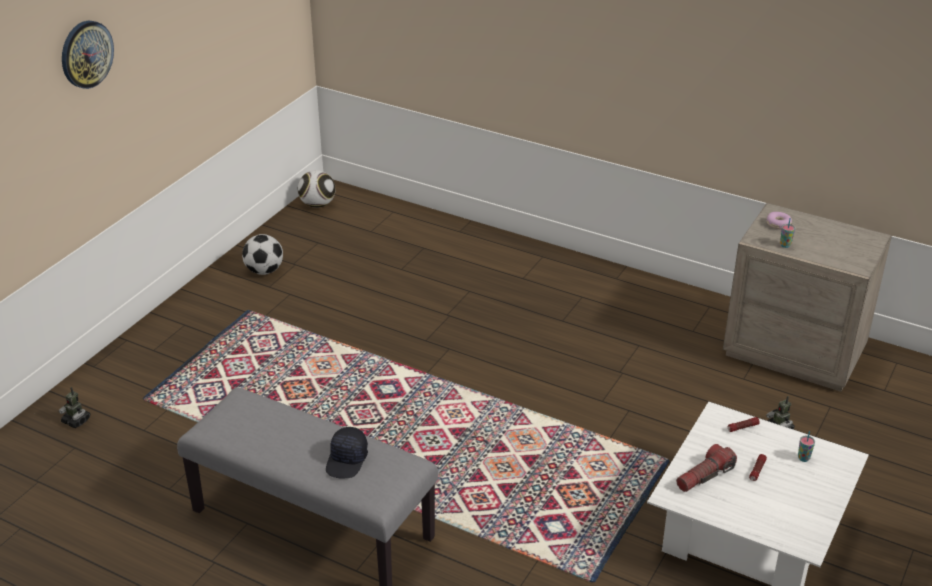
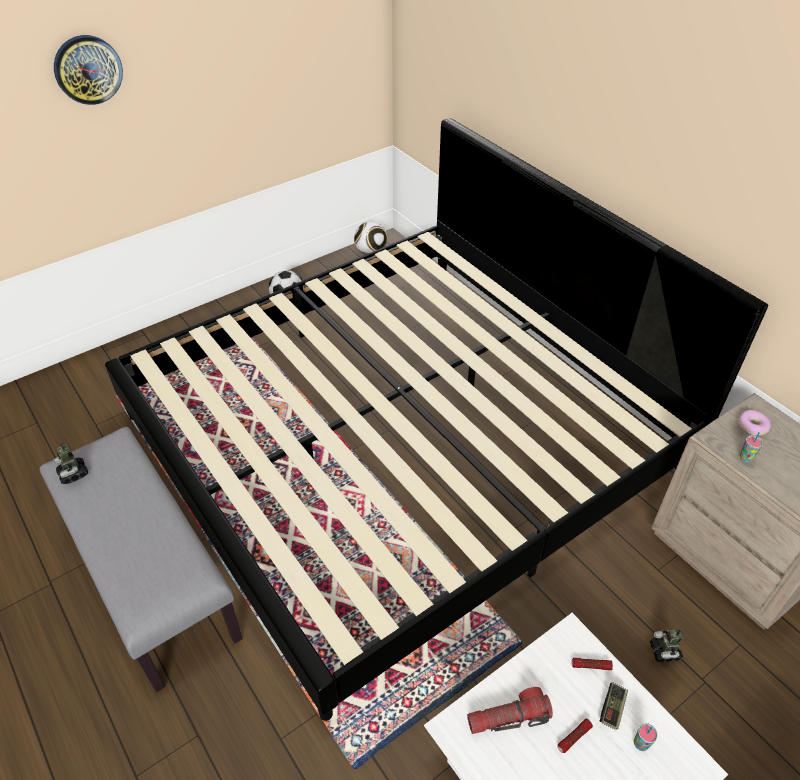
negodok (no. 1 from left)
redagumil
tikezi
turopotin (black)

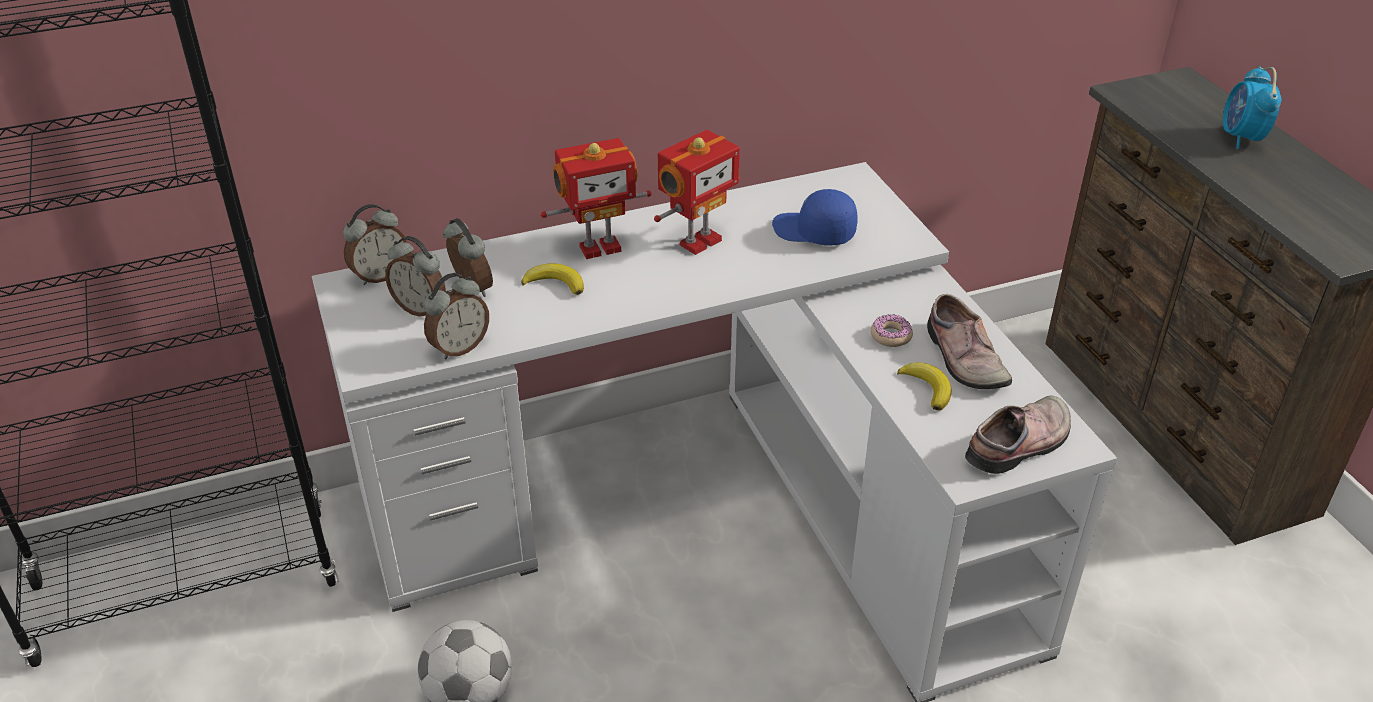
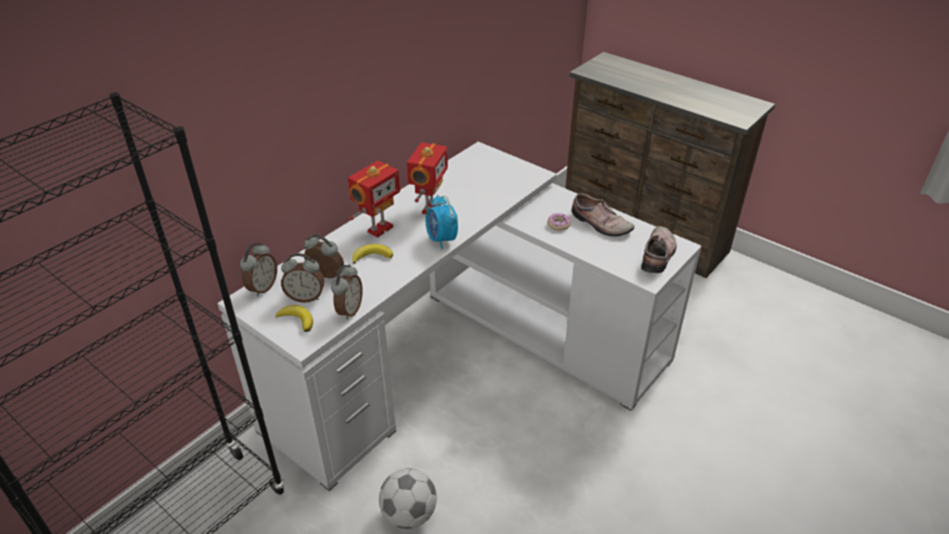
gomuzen (no. 1 from left)
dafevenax (no. 5 from left)
turopotin (blue)

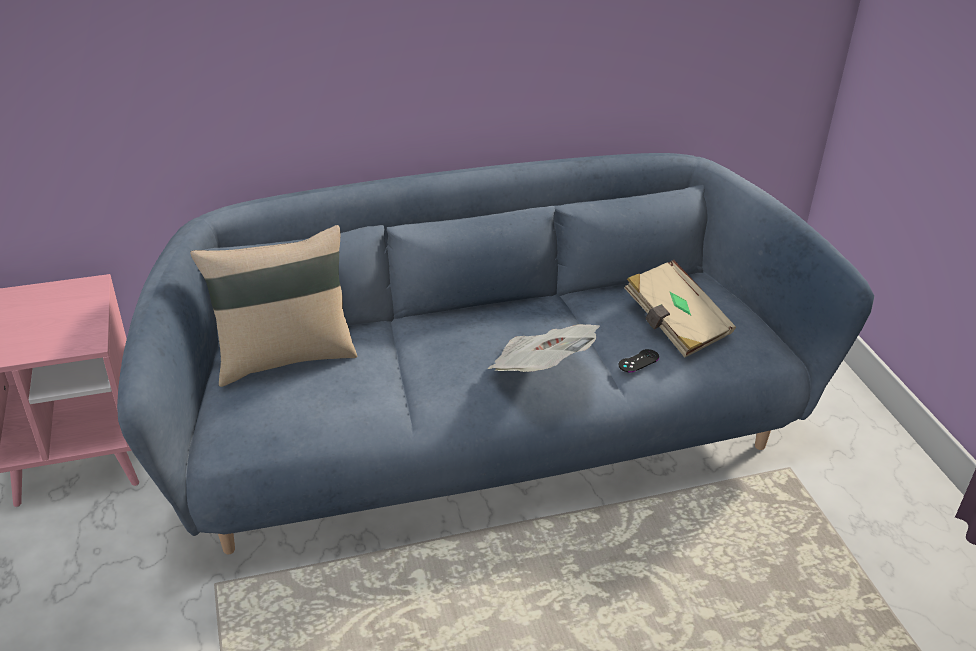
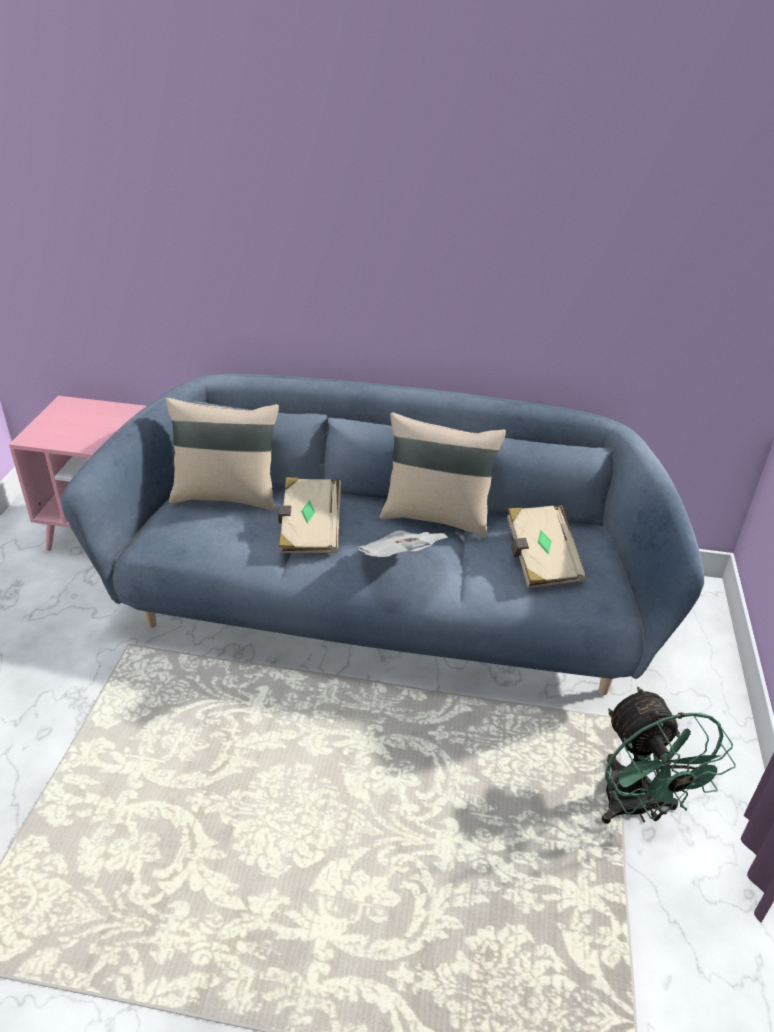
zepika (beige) (no. 1 from left)
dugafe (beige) (no. 2 from left)
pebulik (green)
tikezi (black)

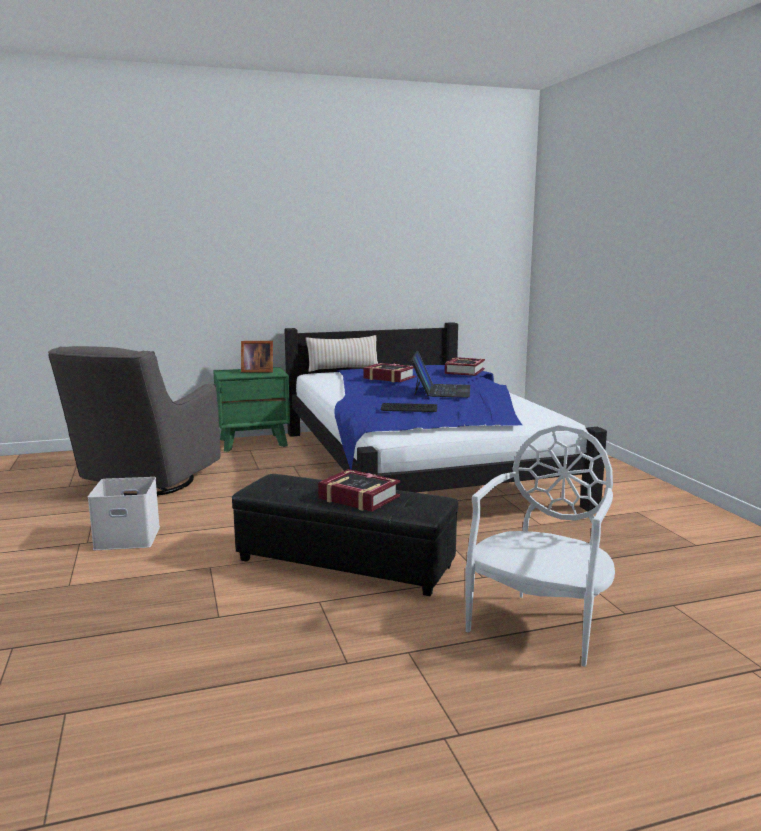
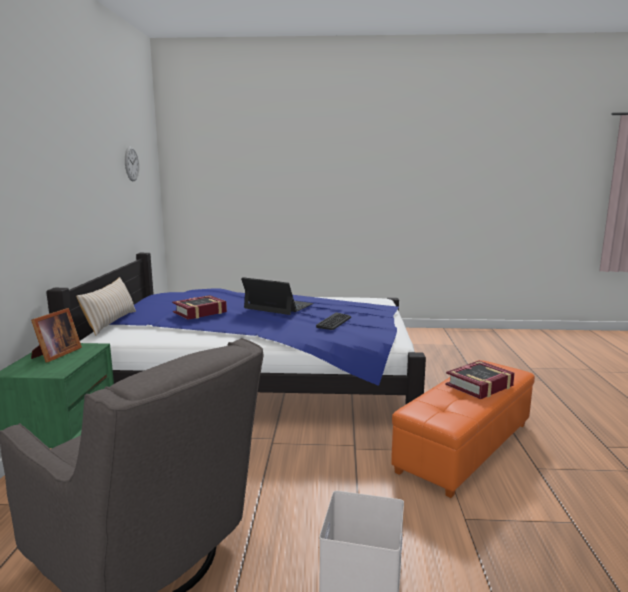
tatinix
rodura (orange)
zepika (no. 3 from left in the first image)
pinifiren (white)

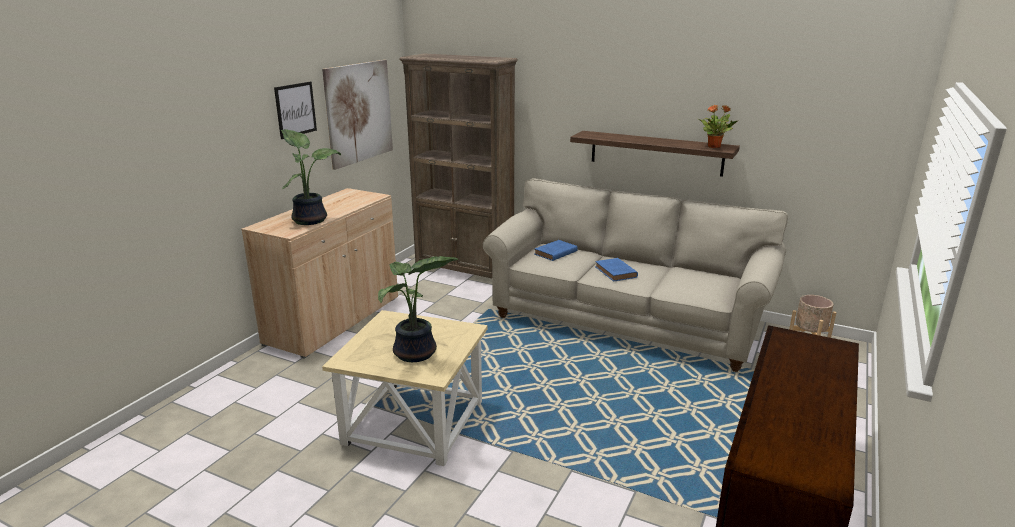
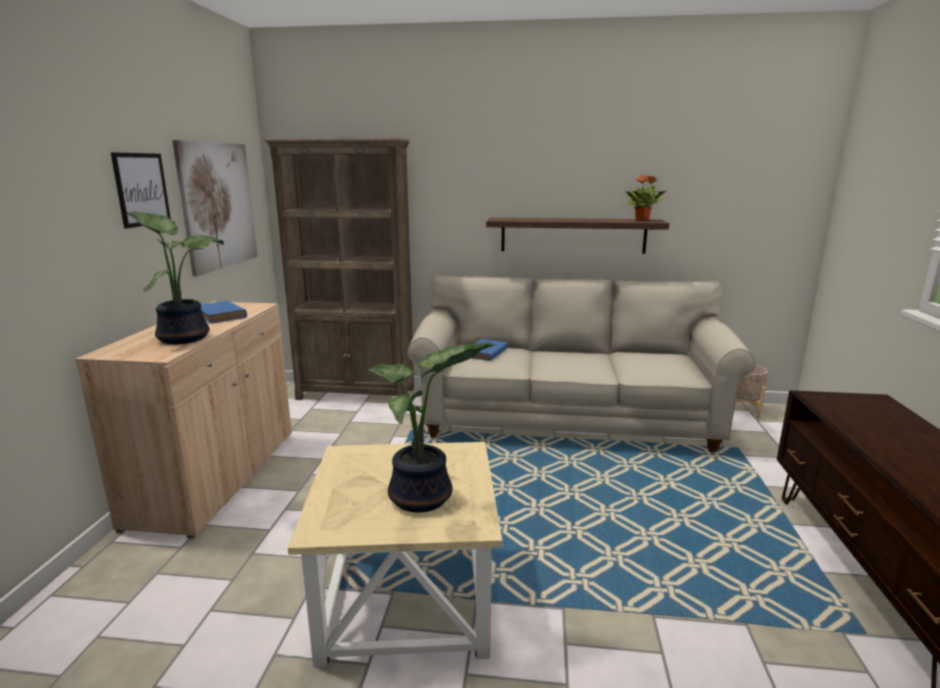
zepika (blue) (no. 1 from left)

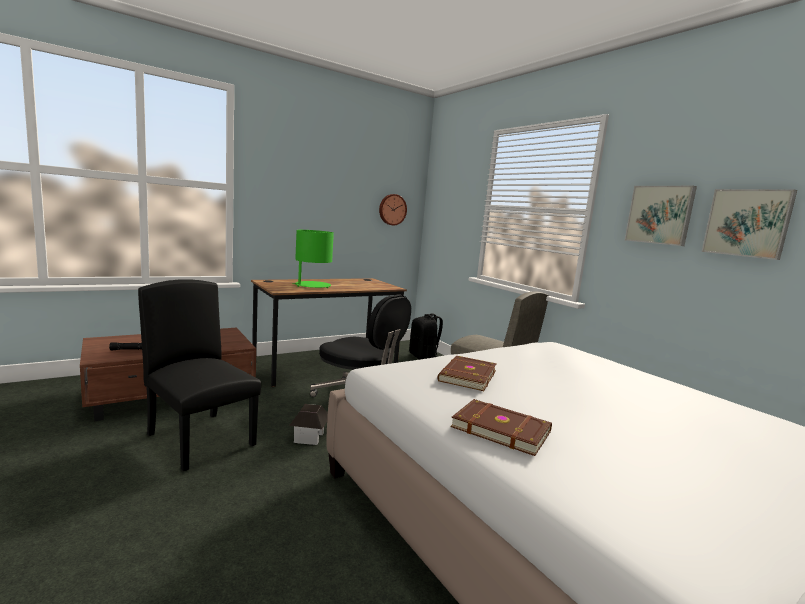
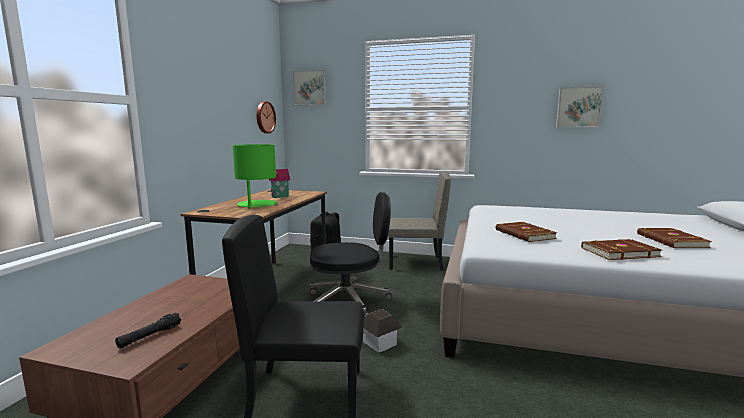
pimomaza (no. 1 from left)
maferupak (no. 1 from left)
zepika (brown) (no. 3 from left)

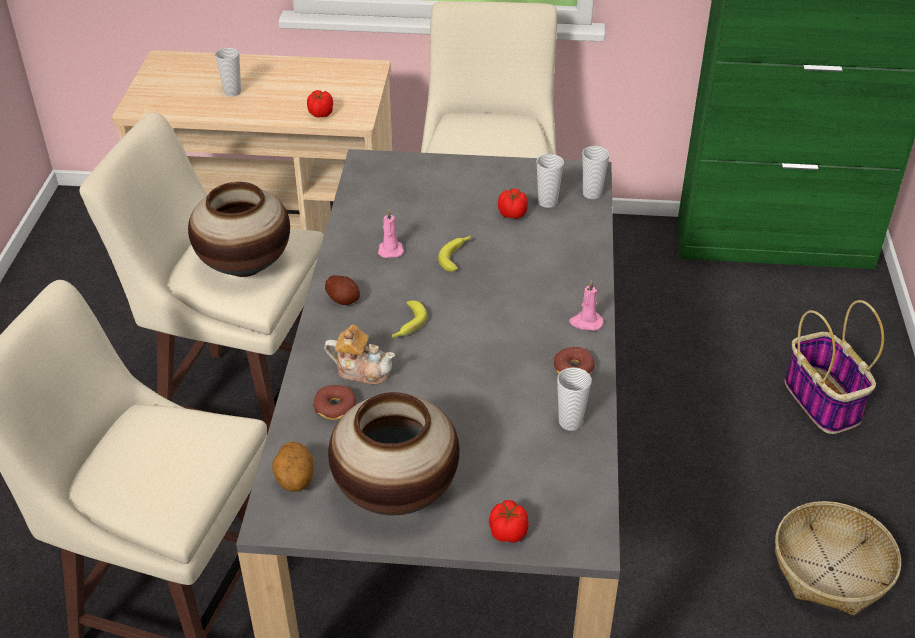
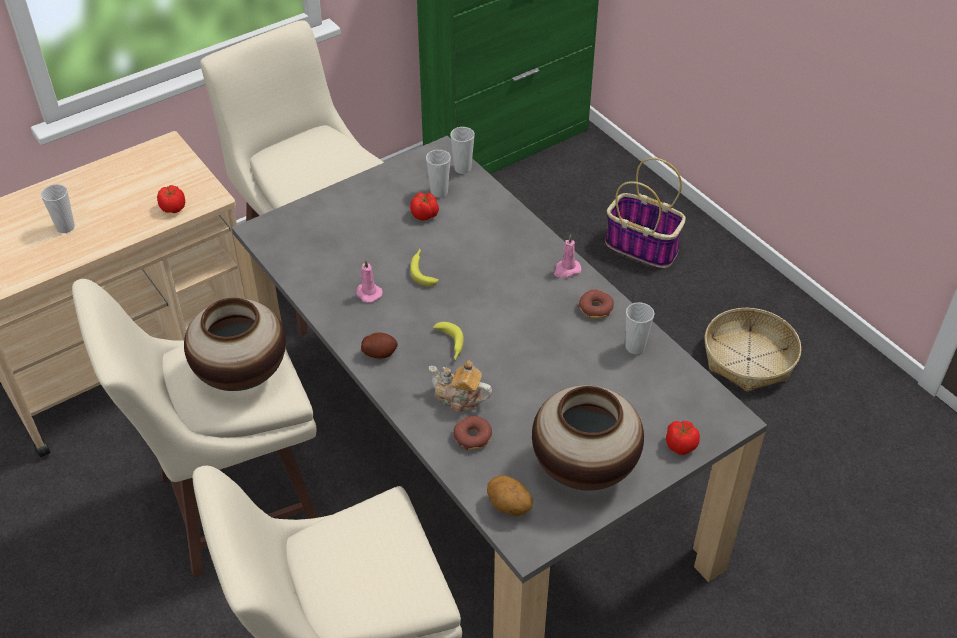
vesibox

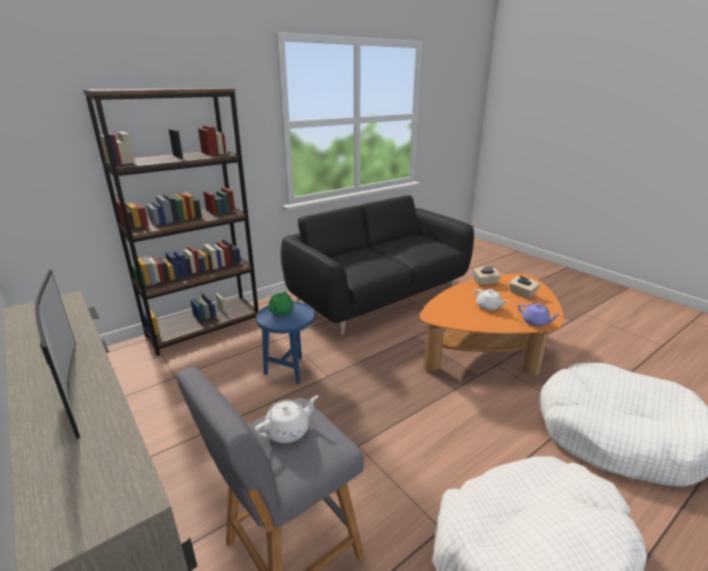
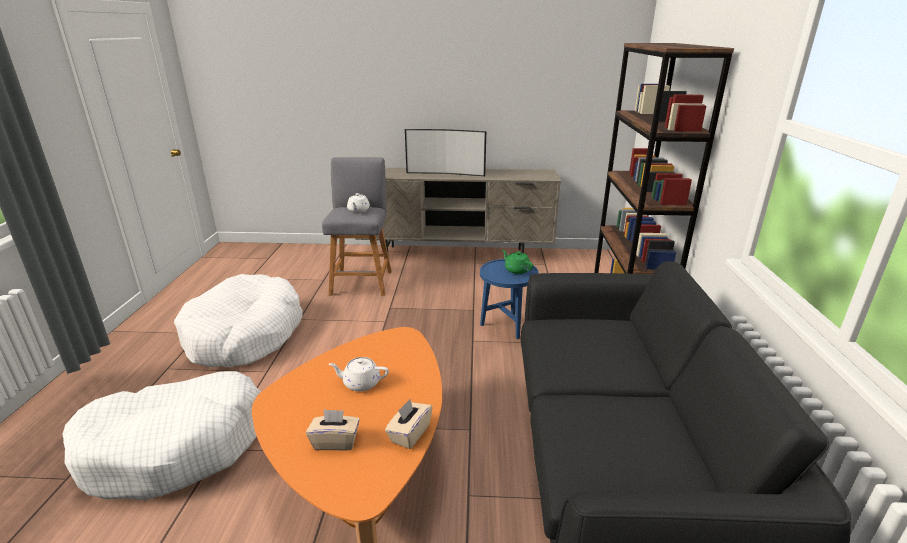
vesibox (purple)

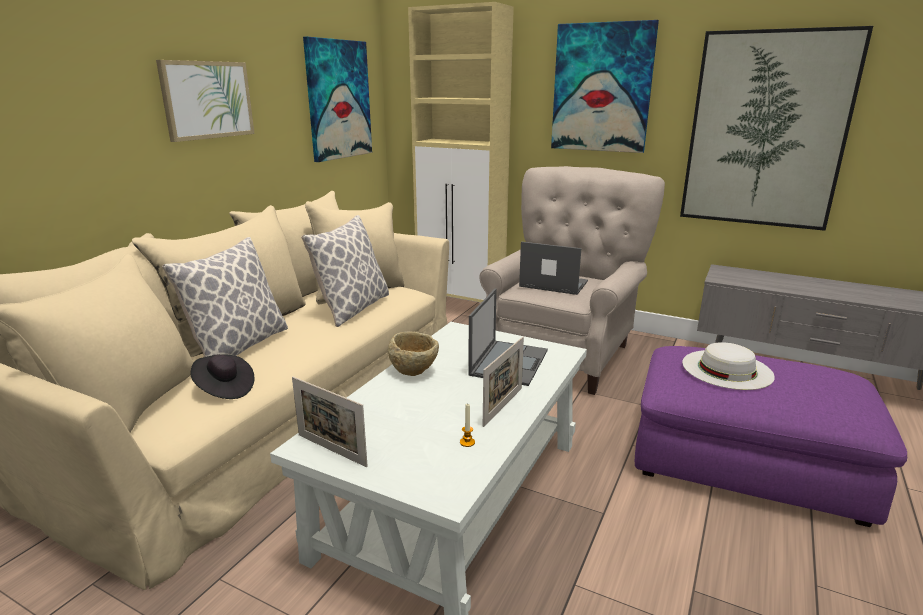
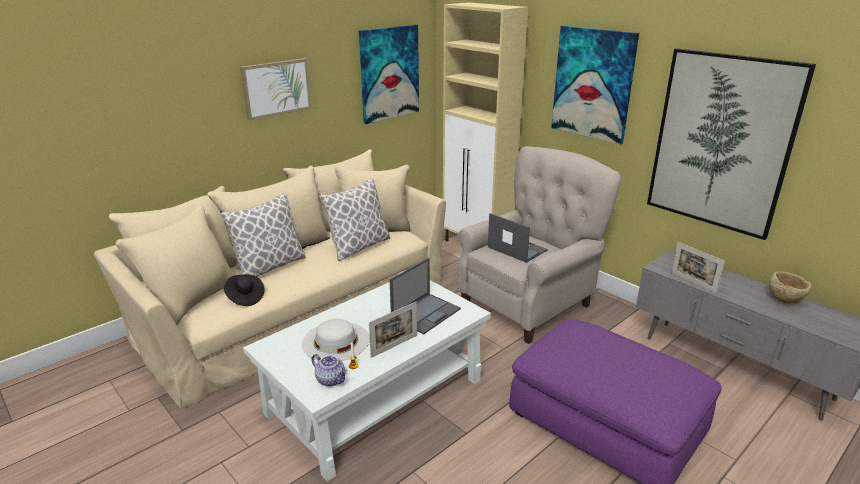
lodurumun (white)
vesibox
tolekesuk (no. 2 from left)
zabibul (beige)

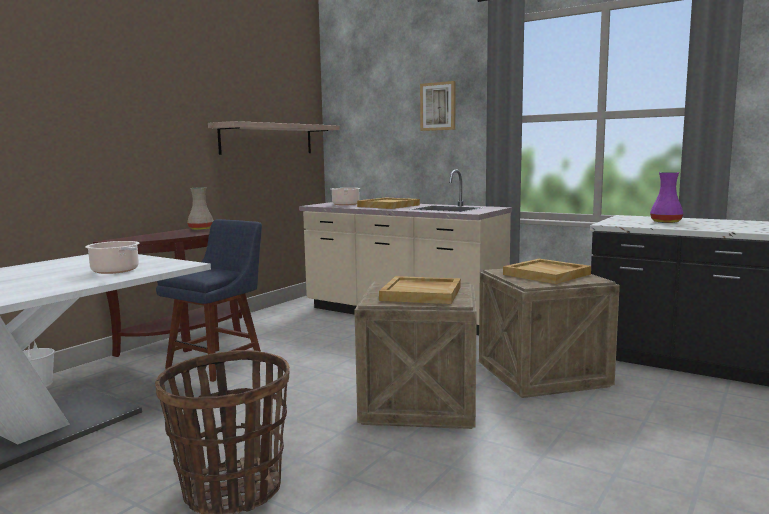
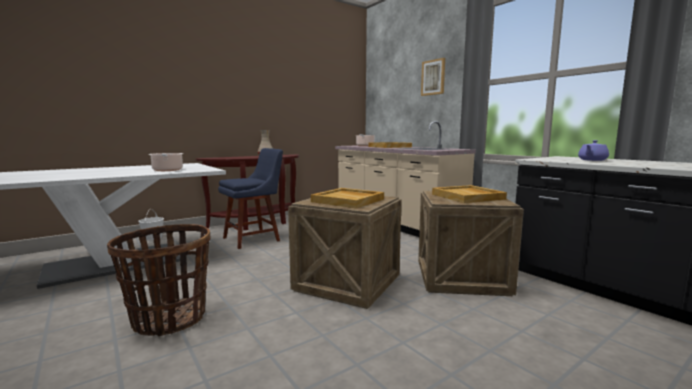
vesibox (purple)
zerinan

